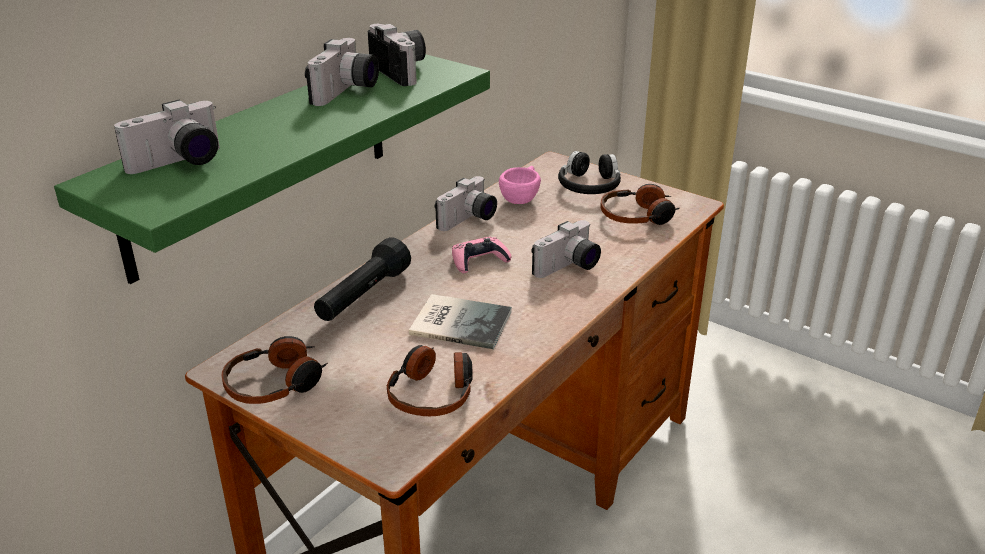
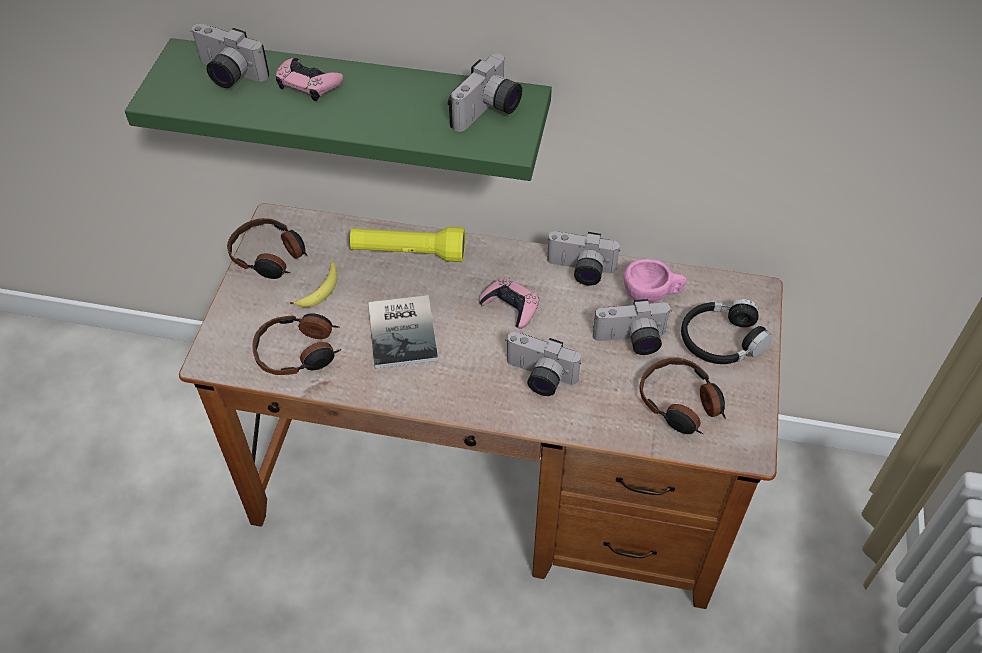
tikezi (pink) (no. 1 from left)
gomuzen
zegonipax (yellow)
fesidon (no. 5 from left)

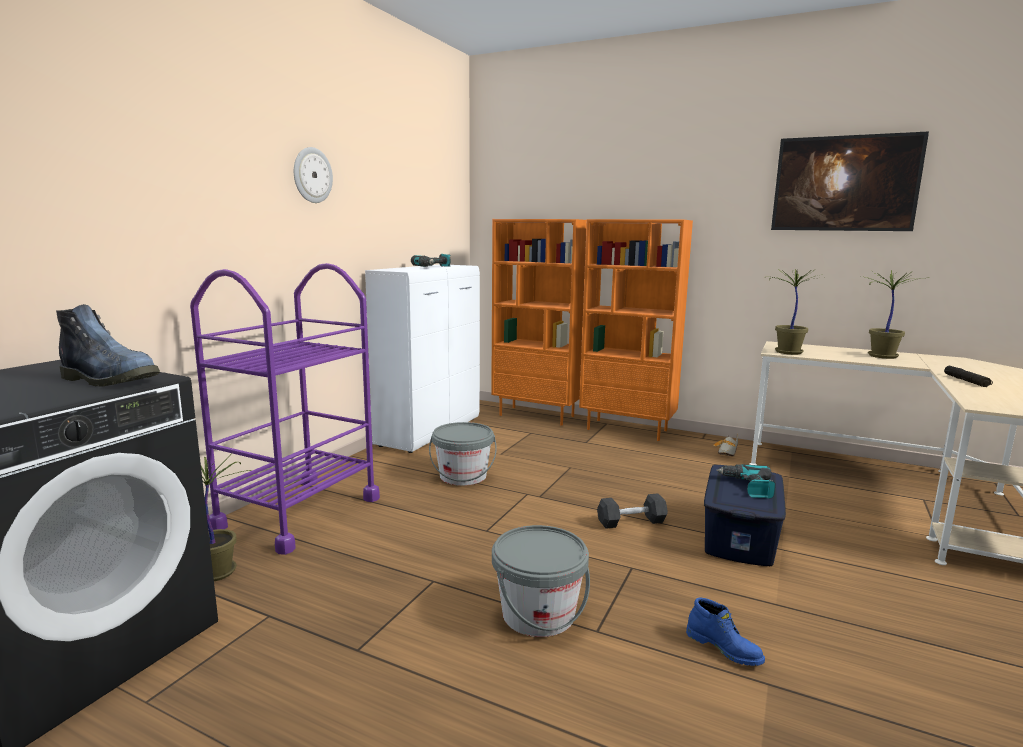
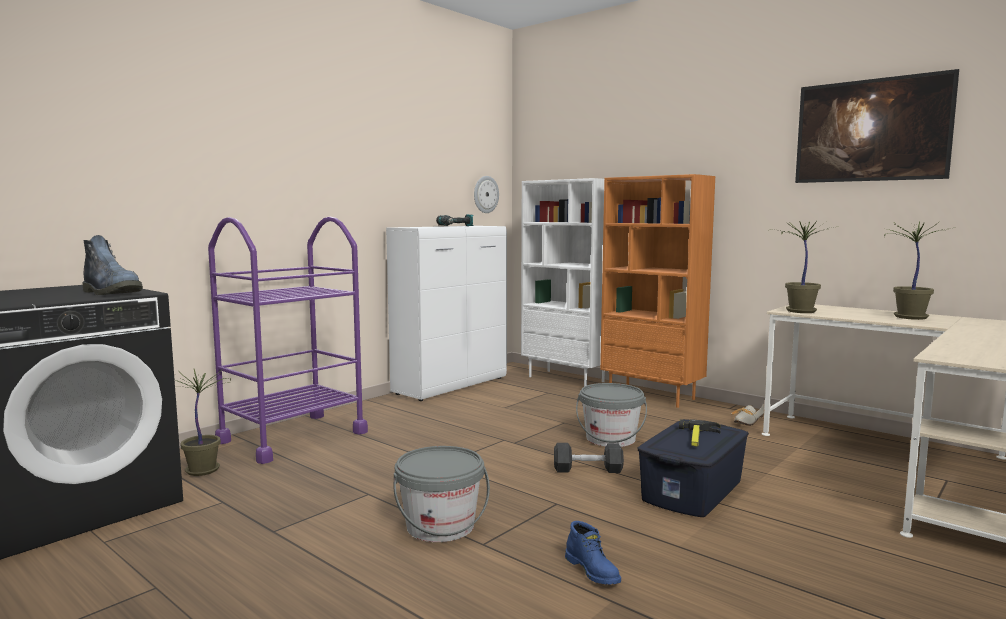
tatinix
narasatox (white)
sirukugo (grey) (no. 2 from left)
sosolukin
zegonipax (black)

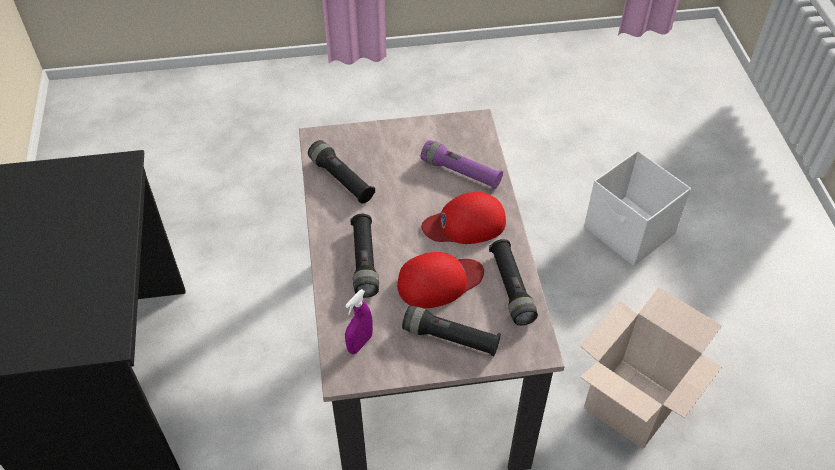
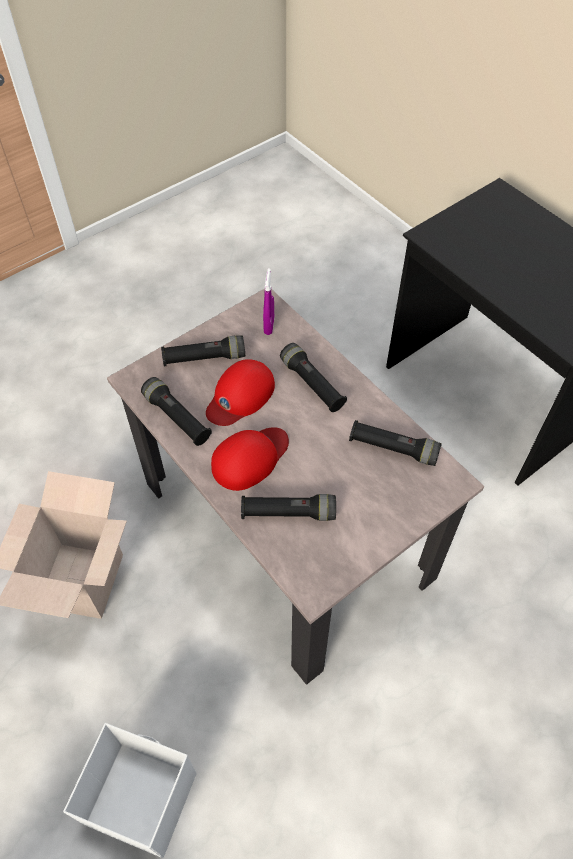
zegonipax (black) (no. 3 from left)

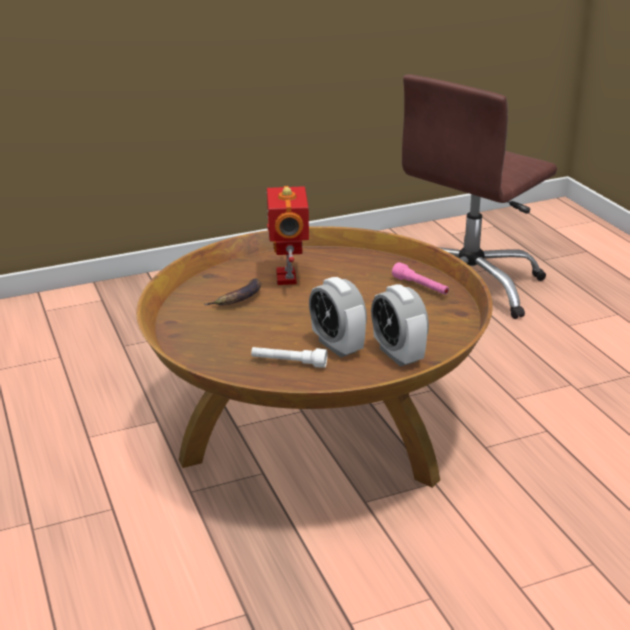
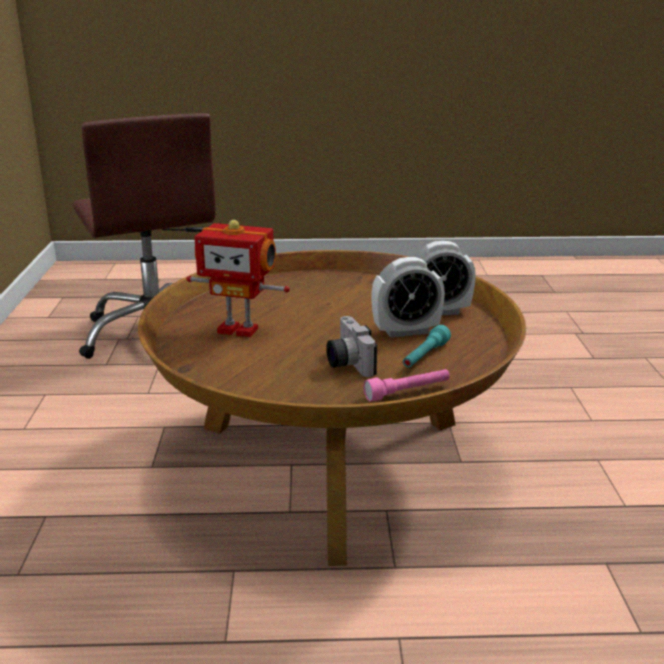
fesidon
zegonipax (pink)
zegonipax (turquoise)
gomuzen

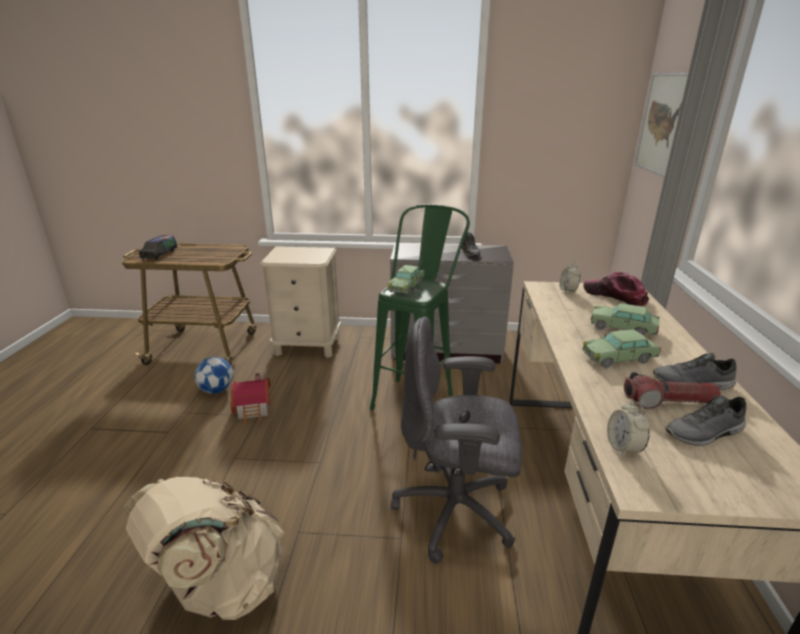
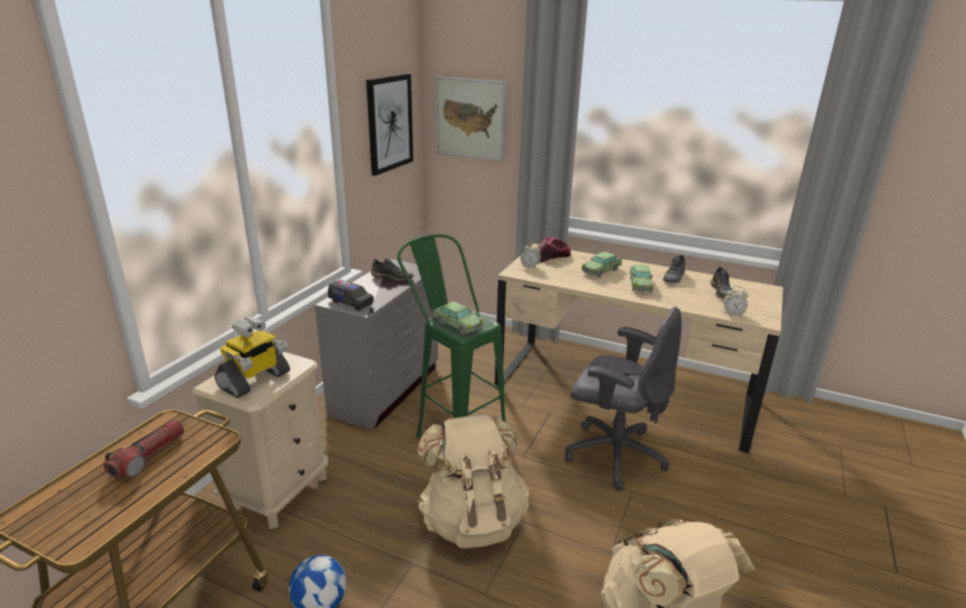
zegonipax
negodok
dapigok
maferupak (no. 1 from left)
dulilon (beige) (no. 1 from left)
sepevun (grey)
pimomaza

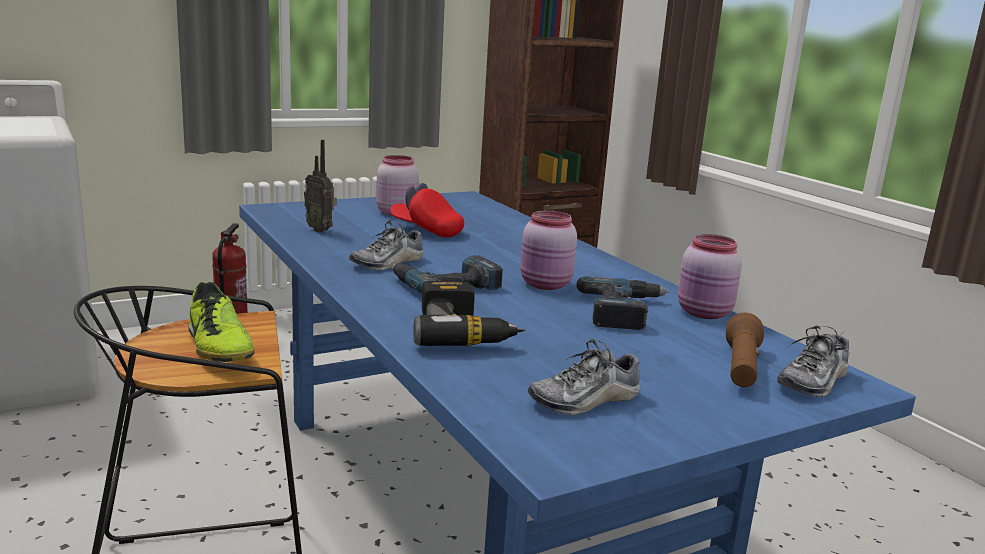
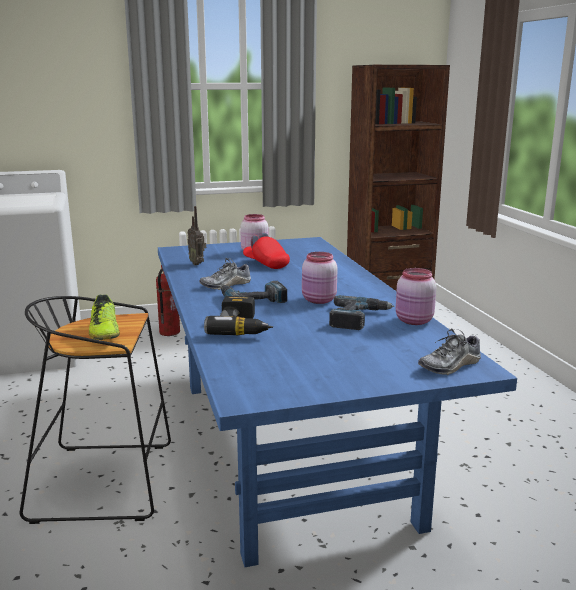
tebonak (no. 3 from left in the first image)
zegonipax (brown)

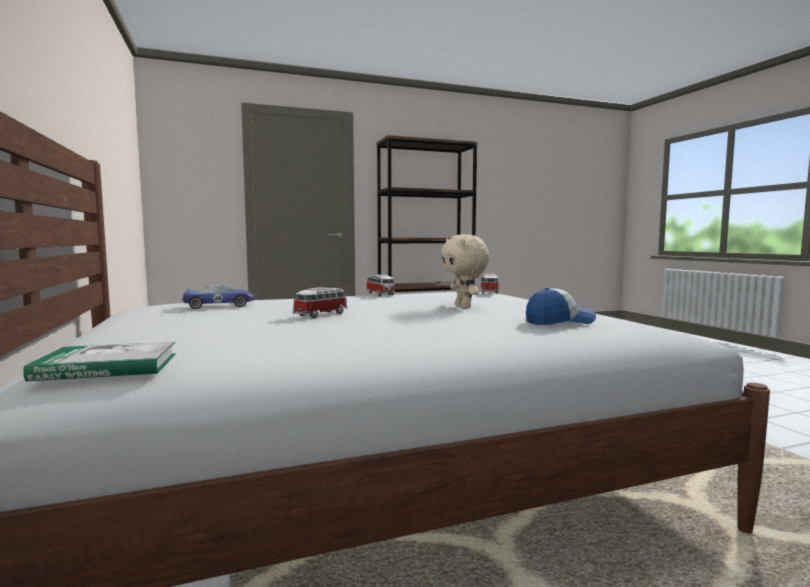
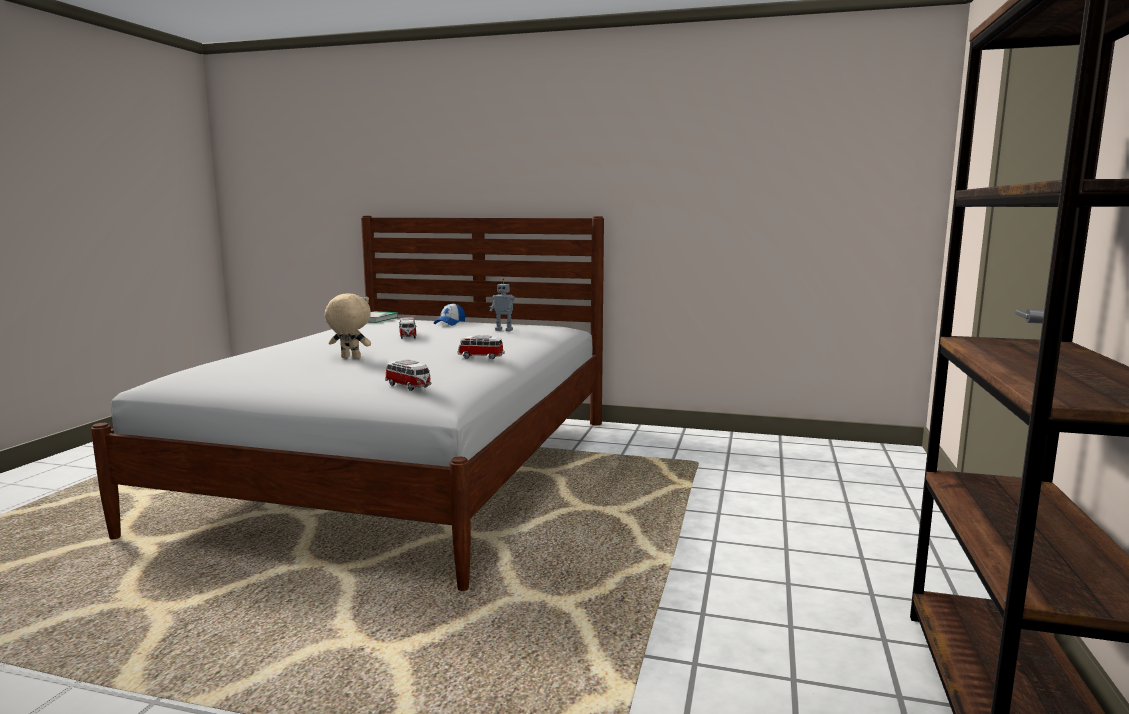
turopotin
negodok

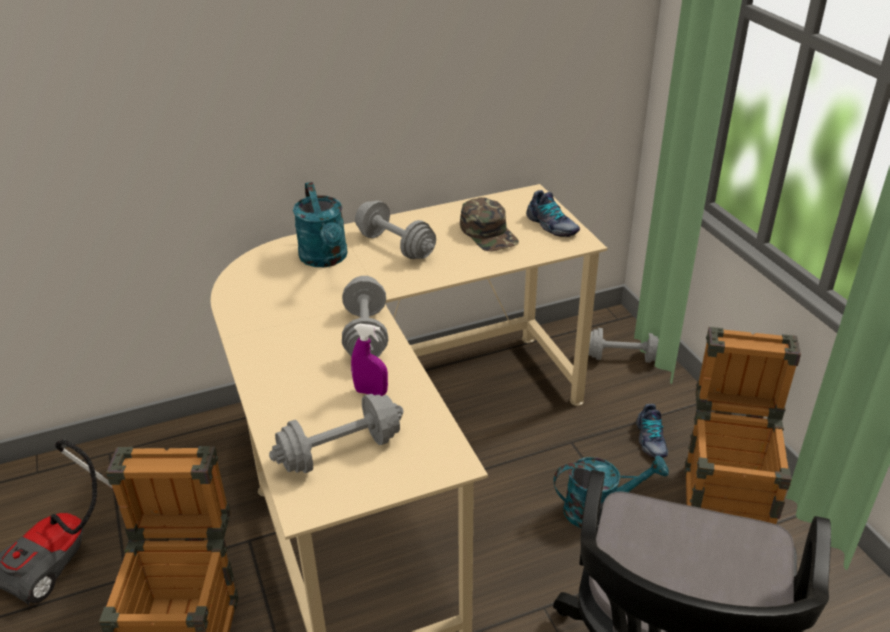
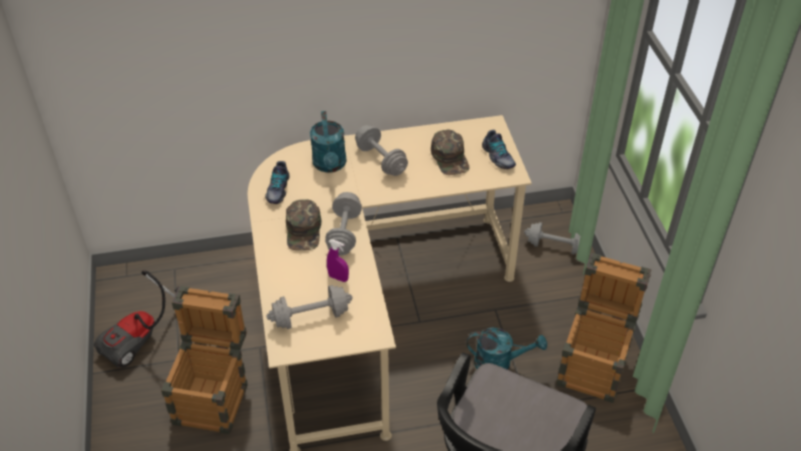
tebonak (no. 1 from left)
turopotin (green) (no. 1 from left)

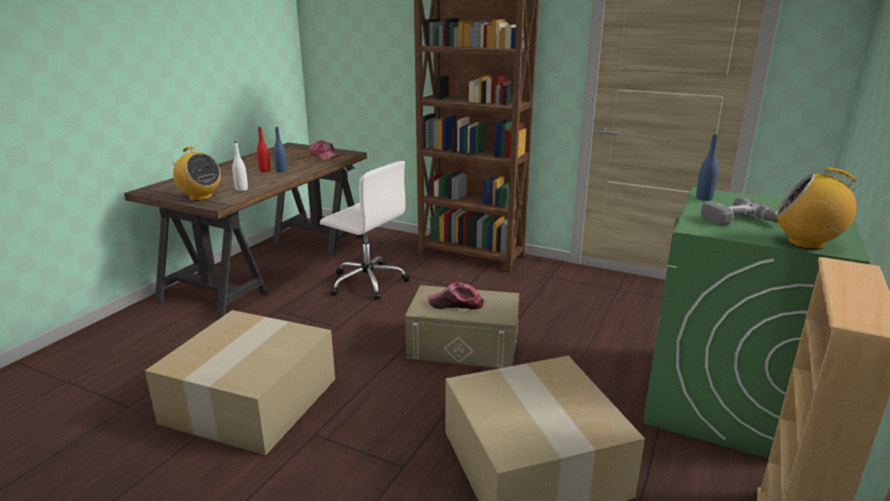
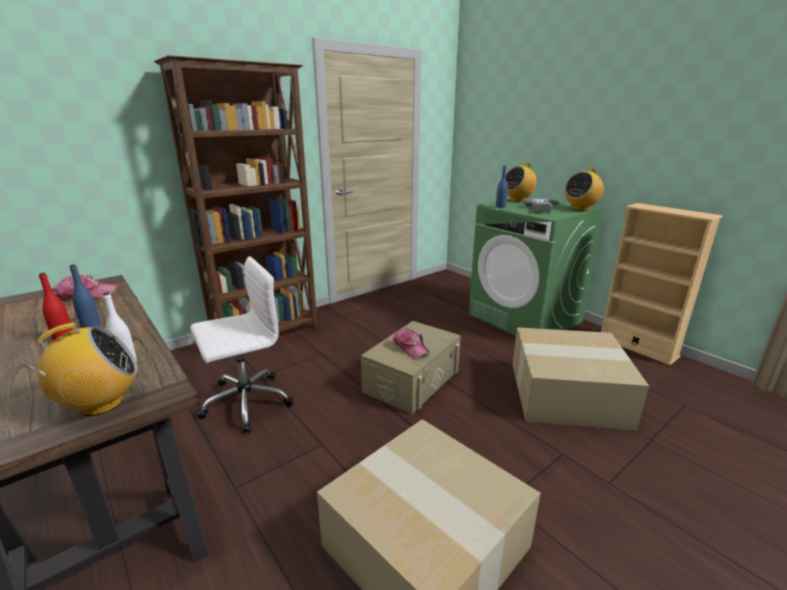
turopotin (no. 2 from left)
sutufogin (no. 2 from left)

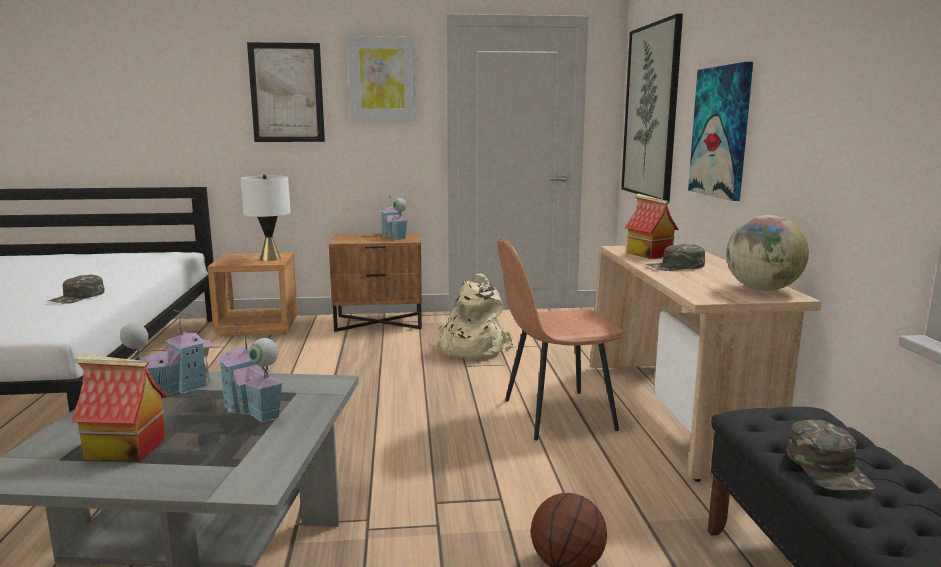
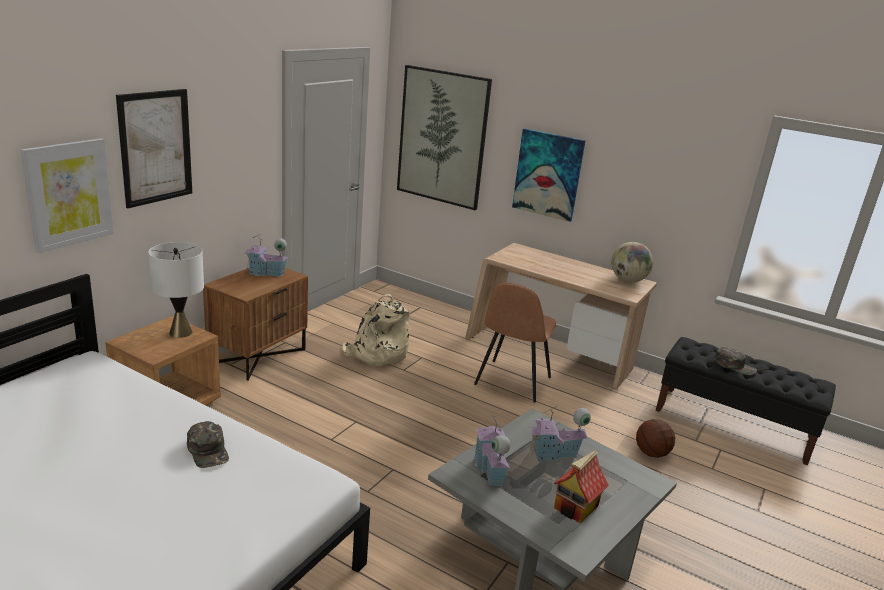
maferupak (no. 1 from left)
pimomaza (no. 5 from left in the first image)
turopotin (green) (no. 2 from left in the first image)

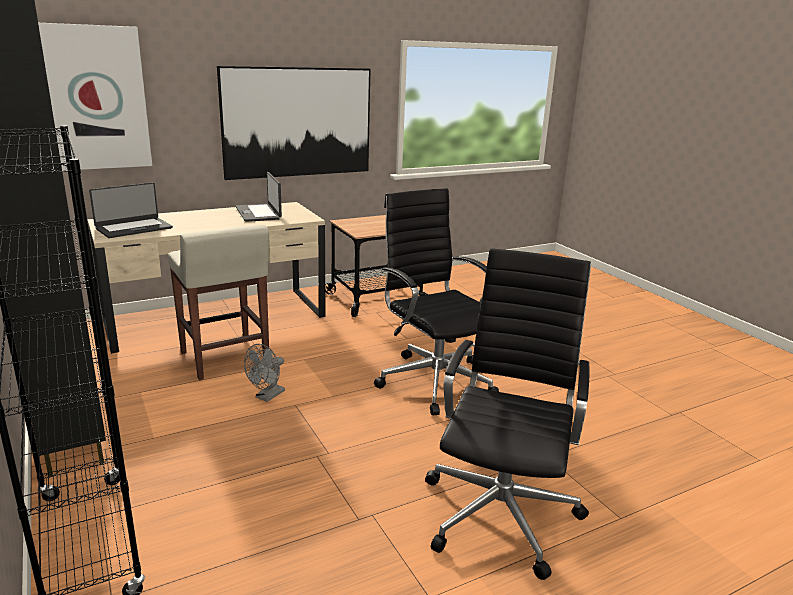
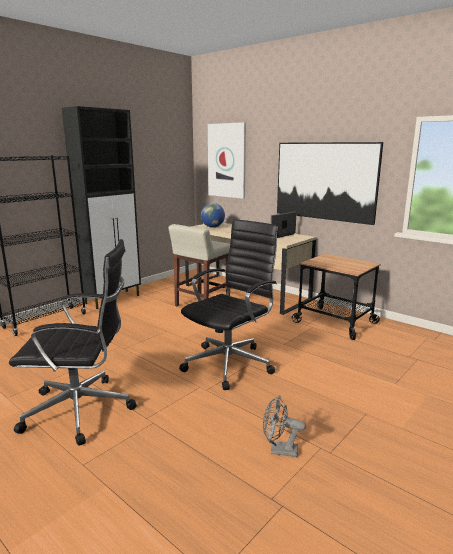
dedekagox
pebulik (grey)

